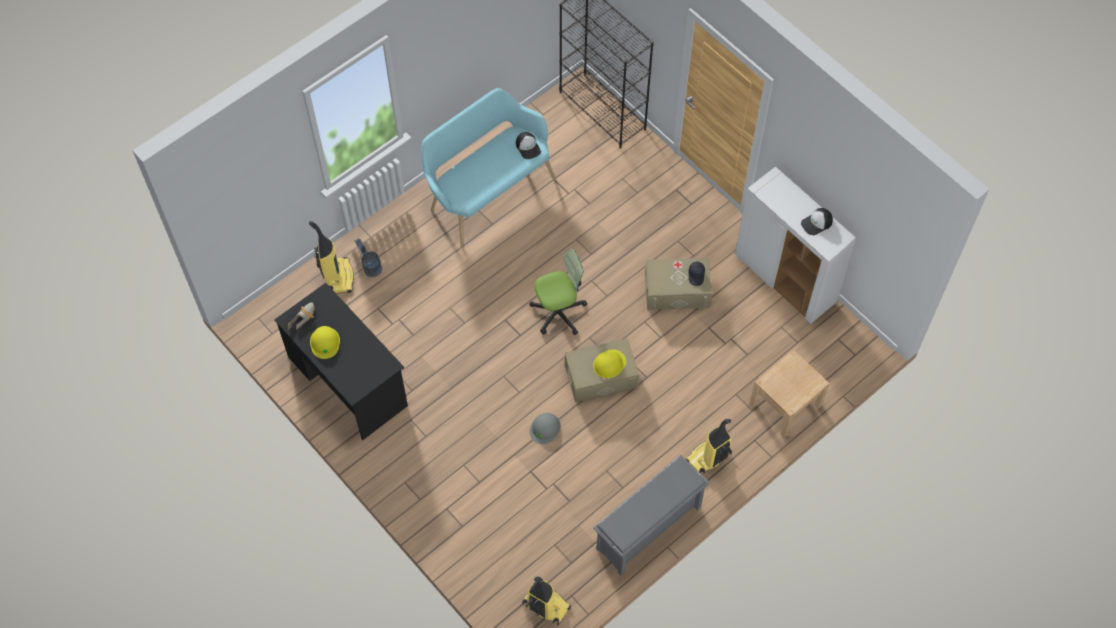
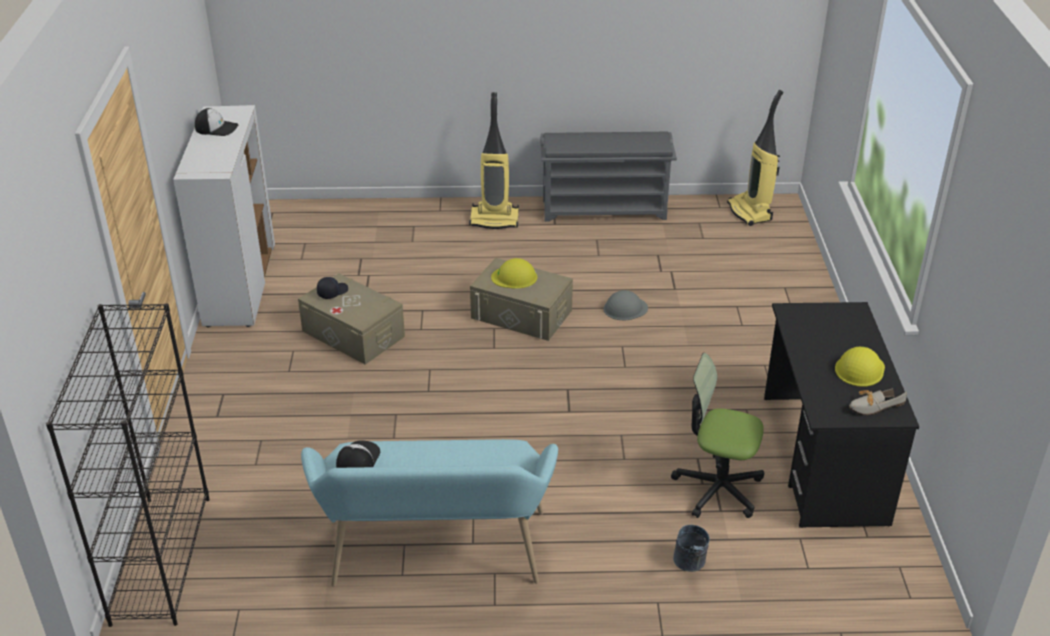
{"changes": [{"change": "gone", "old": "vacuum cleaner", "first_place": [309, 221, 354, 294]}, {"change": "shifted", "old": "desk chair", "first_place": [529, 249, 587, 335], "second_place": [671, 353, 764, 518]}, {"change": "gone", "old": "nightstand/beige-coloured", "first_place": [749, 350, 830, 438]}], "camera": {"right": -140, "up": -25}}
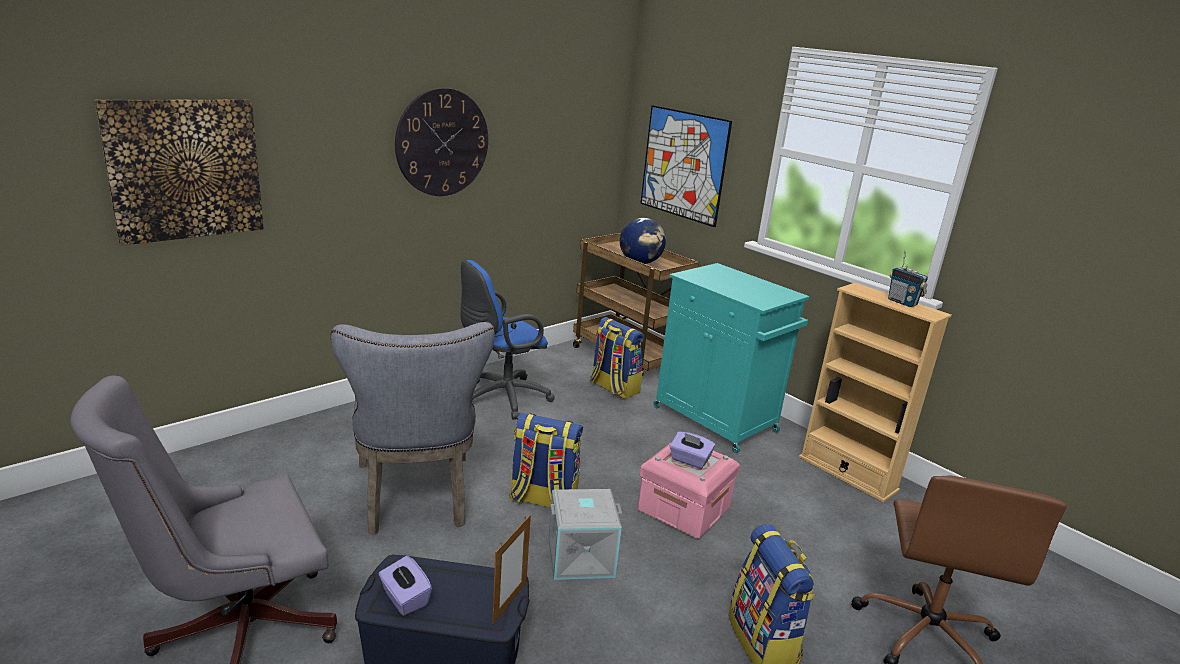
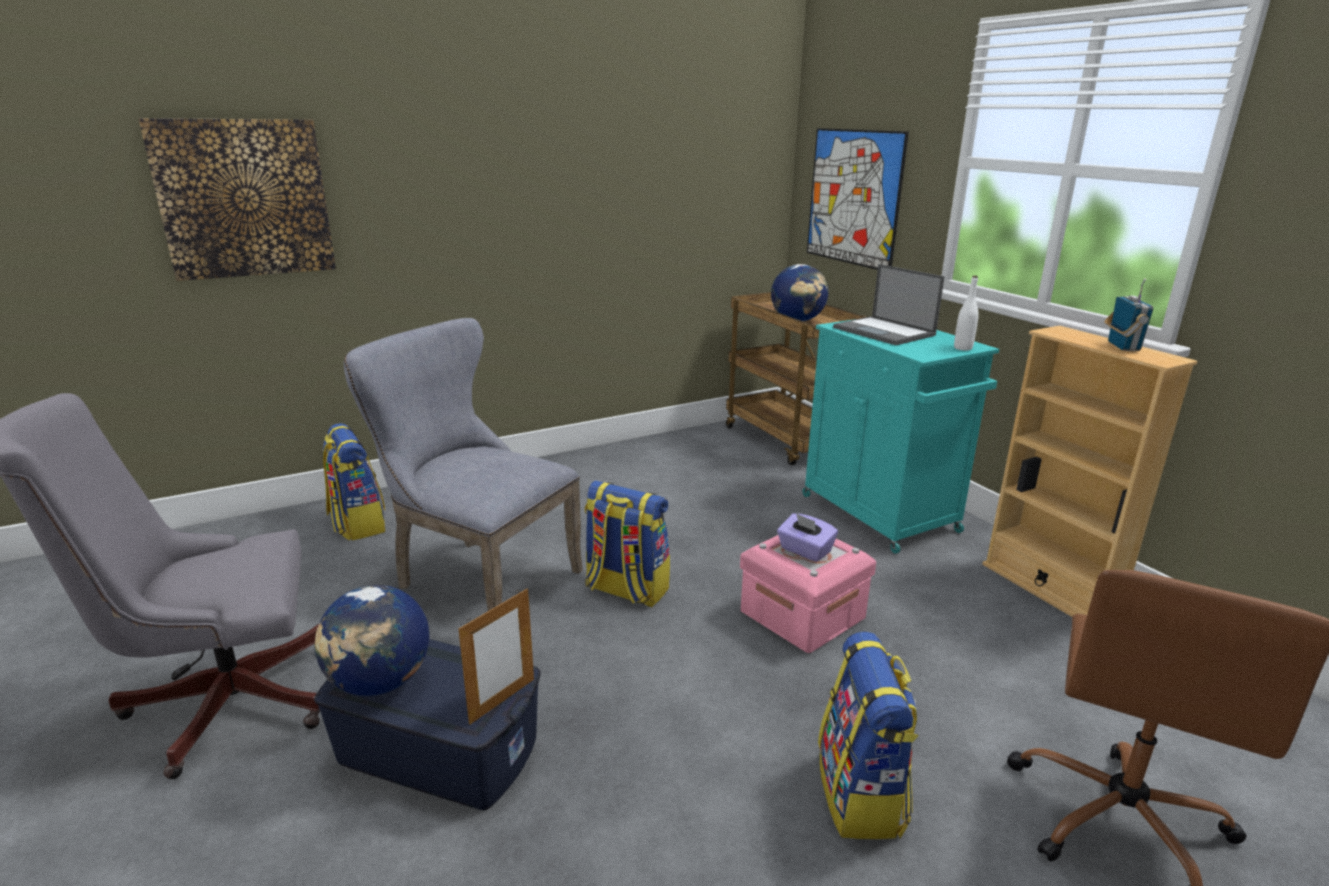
{"changes": [{"change": "gone", "old": "hanging clock", "first_place": [395, 88, 488, 196]}, {"change": "rotated", "old": "radio receiver", "first_place": [888, 251, 928, 307], "second_place": [1104, 278, 1153, 351], "degrees": -150}, {"change": "gone", "old": "desk chair/blue-coloured", "first_place": [460, 260, 555, 420]}, {"change": "shifted", "old": "backpack", "first_place": [590, 317, 644, 399], "second_place": [323, 423, 385, 541]}, {"change": "rotated", "old": "upright chair/gray", "first_place": [331, 322, 495, 535], "second_place": [344, 318, 583, 611], "degrees": 120}, {"change": "gone", "old": "storage box/gray", "first_place": [548, 489, 622, 580]}, {"change": "swapped", "old": "box of tissues/purplish", "new": "world globe", "first_place": [379, 556, 432, 616], "second_place": [315, 585, 429, 696]}, {"change": "new", "new": "portable computer", "second_place": [833, 264, 945, 345]}, {"change": "new", "new": "beverage bottle/whitish", "second_place": [954, 275, 979, 351]}], "camera": {"right": 15, "up": 0}}
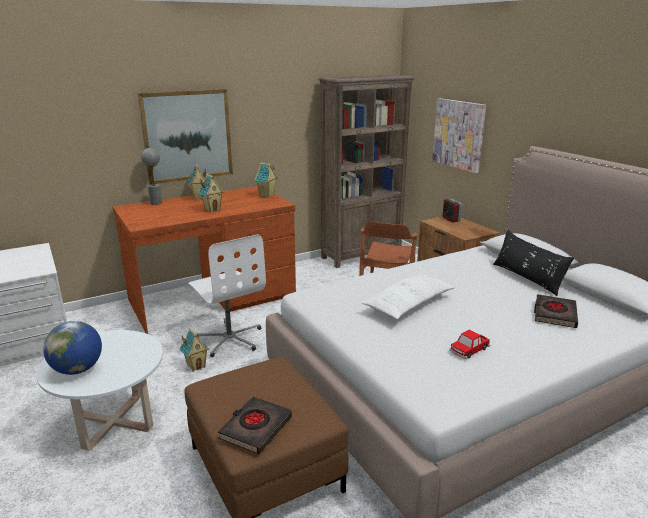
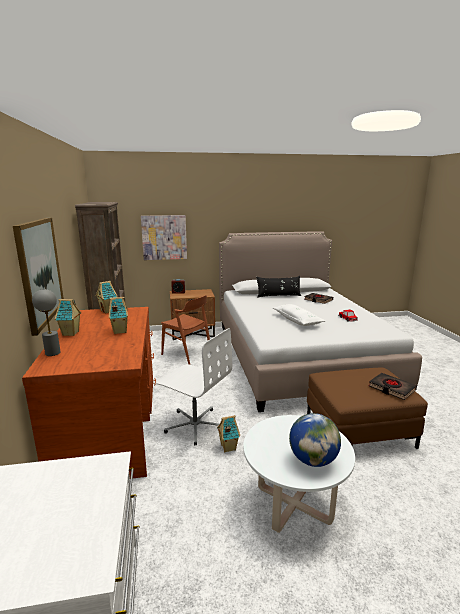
{"changes": [{"change": "rotated", "old": "desk chair/whitish", "first_place": [188, 234, 266, 357], "second_place": [156, 328, 232, 446], "degrees": 45}], "camera": {"right": -70, "up": -5}}
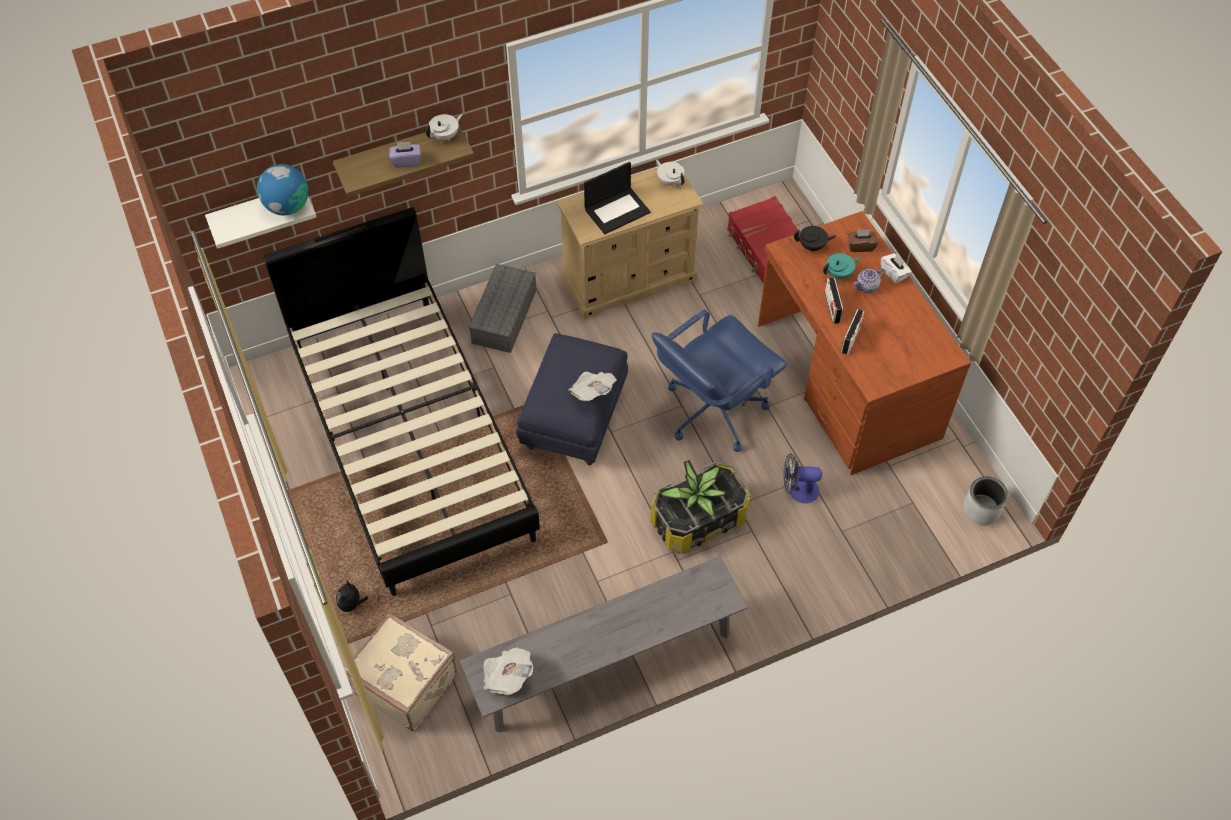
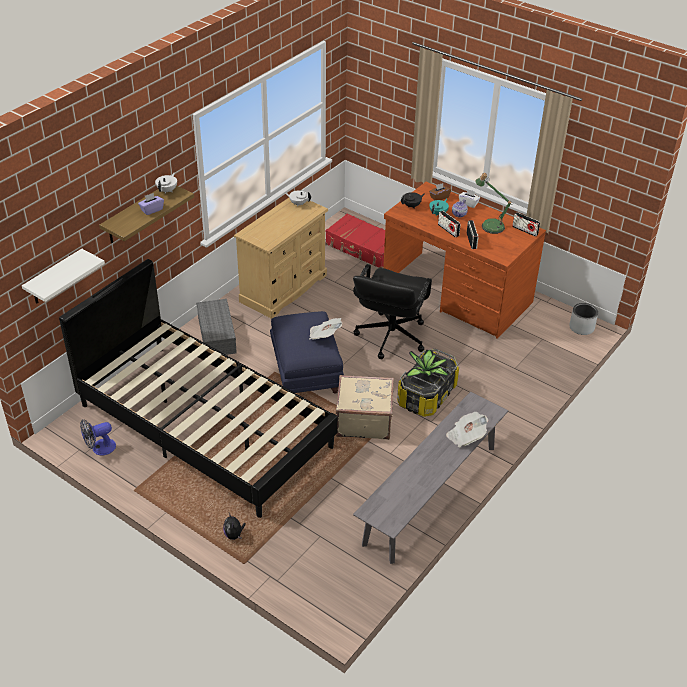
{"changes": [{"change": "gone", "old": "portable computer", "first_place": [584, 162, 651, 234]}, {"change": "gone", "old": "world globe", "first_place": [257, 164, 309, 215]}, {"change": "repainted", "old": "desk chair/blue-coloured", "new": "desk chair/blackish", "first_place": [652, 310, 786, 452], "second_place": [353, 264, 432, 359]}, {"change": "shifted", "old": "electric fan", "first_place": [783, 453, 822, 503], "second_place": [80, 419, 116, 455]}, {"change": "shifted", "old": "travel case/beige-coloured", "first_place": [345, 613, 457, 732], "second_place": [336, 375, 394, 440]}, {"change": "shifted", "old": "newspaper", "first_place": [483, 647, 533, 695], "second_place": [446, 412, 488, 448]}, {"change": "new", "new": "table lamp", "second_place": [475, 173, 511, 234]}, {"change": "new", "new": "radio receiver", "second_place": [512, 212, 540, 237]}], "camera": {"right": -30, "up": -15}}
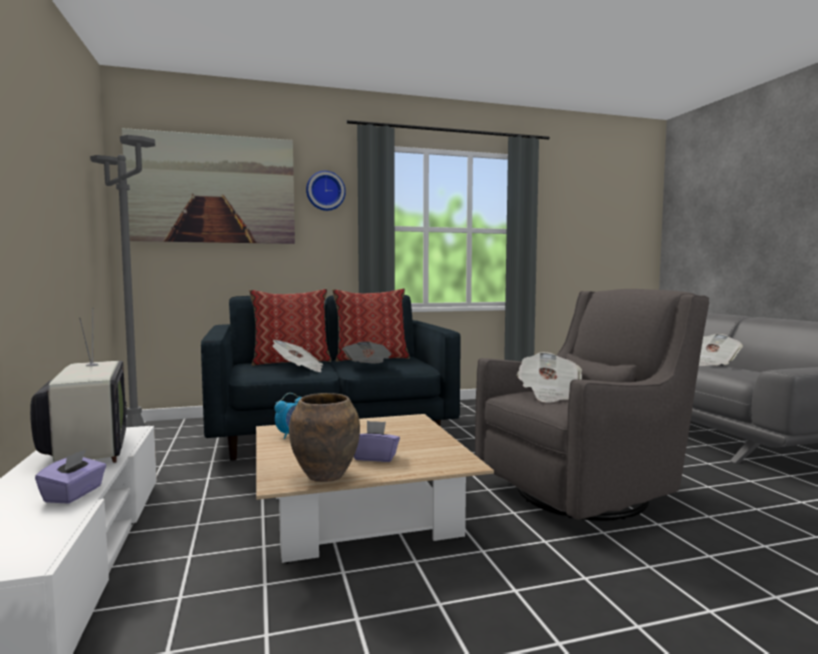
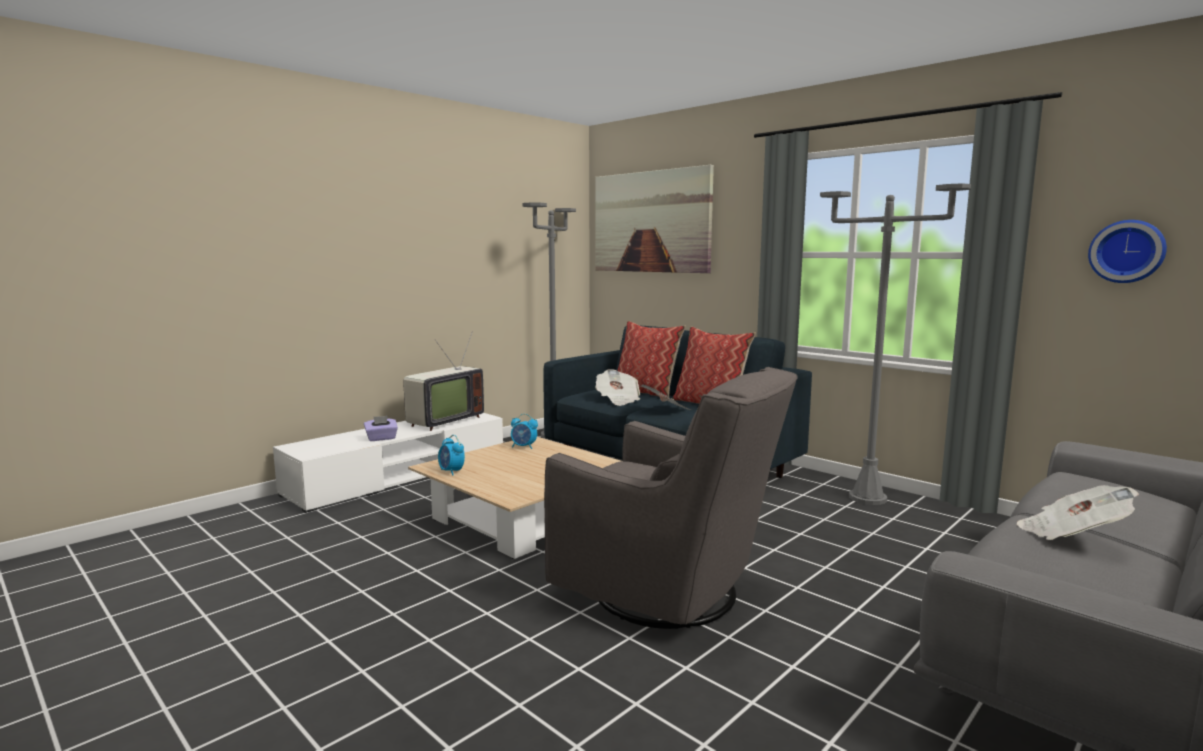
{"changes": [{"change": "shifted", "old": "hanging clock", "first_place": [306, 171, 346, 211], "second_place": [1088, 220, 1167, 283]}, {"change": "gone", "old": "newspaper", "first_place": [517, 352, 582, 403]}, {"change": "swapped", "old": "flower vase/brown", "new": "bedside clock", "first_place": [289, 393, 360, 482], "second_place": [438, 435, 465, 476]}, {"change": "gone", "old": "box of tissues/purplish", "first_place": [354, 421, 400, 462]}, {"change": "new", "new": "standard lamp/gray", "second_place": [820, 183, 971, 505]}], "camera": {"right": 60, "up": 5}}
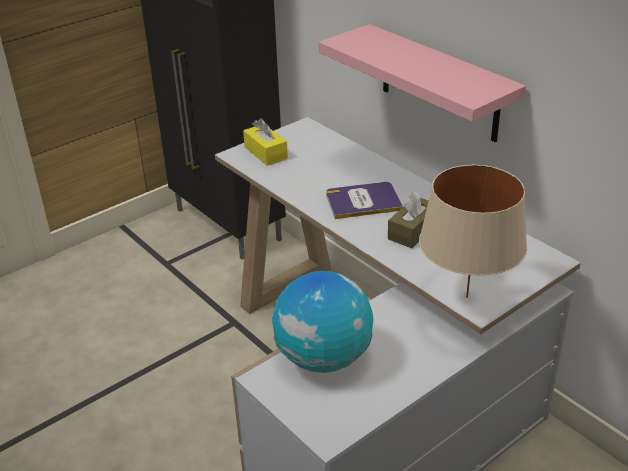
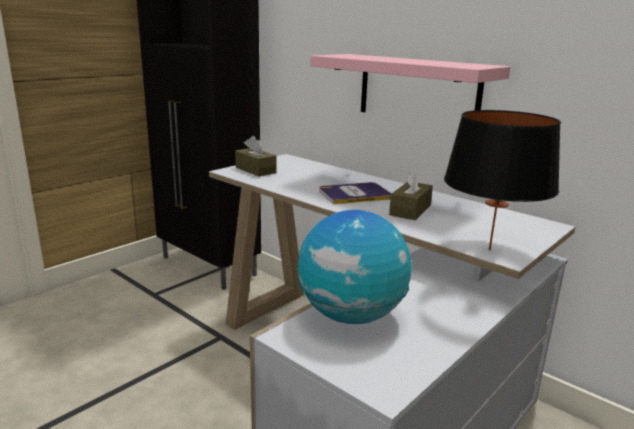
{"changes": [{"change": "repainted", "old": "box of tissues/yellow", "new": "box of tissues/brown", "first_place": [243, 118, 288, 166], "second_place": [235, 136, 277, 176]}, {"change": "repainted", "old": "table lamp/beige-coloured", "new": "table lamp/blackish", "first_place": [419, 165, 527, 298], "second_place": [444, 110, 561, 250]}], "camera": {"right": -10, "up": -15}}
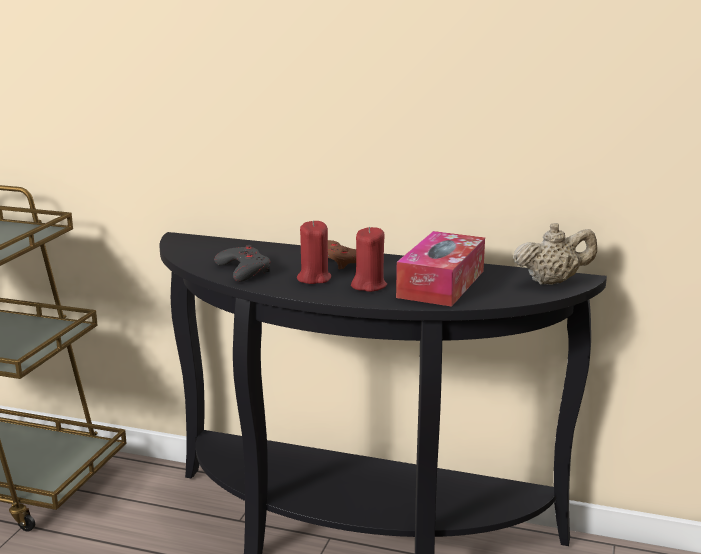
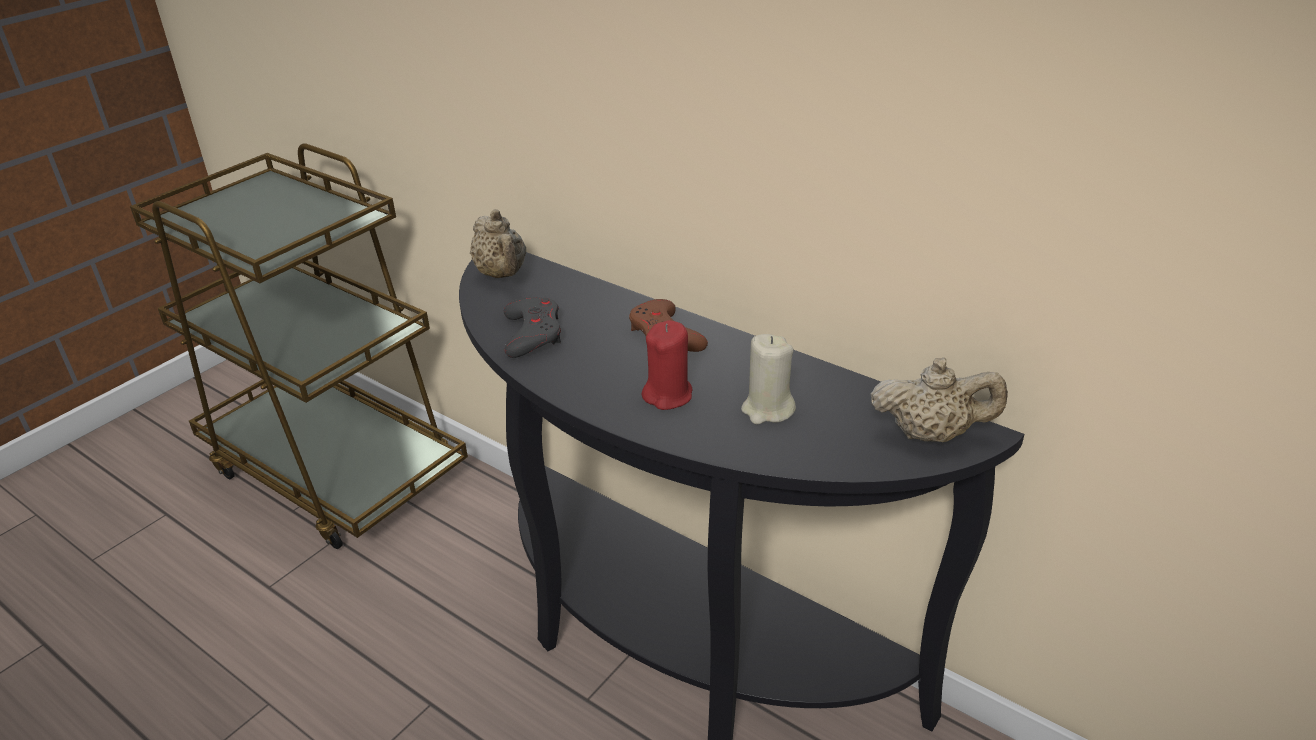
{"changes": [{"change": "gone", "old": "wax candle/red-coloured", "first_place": [297, 220, 331, 284]}, {"change": "swapped", "old": "box of tissues", "new": "wax candle/beige-coloured", "first_place": [396, 231, 485, 307], "second_place": [741, 334, 796, 425]}, {"change": "new", "new": "pot for tea/beige-coloured", "second_place": [470, 209, 526, 278]}], "camera": {"right": 20, "up": 15}}
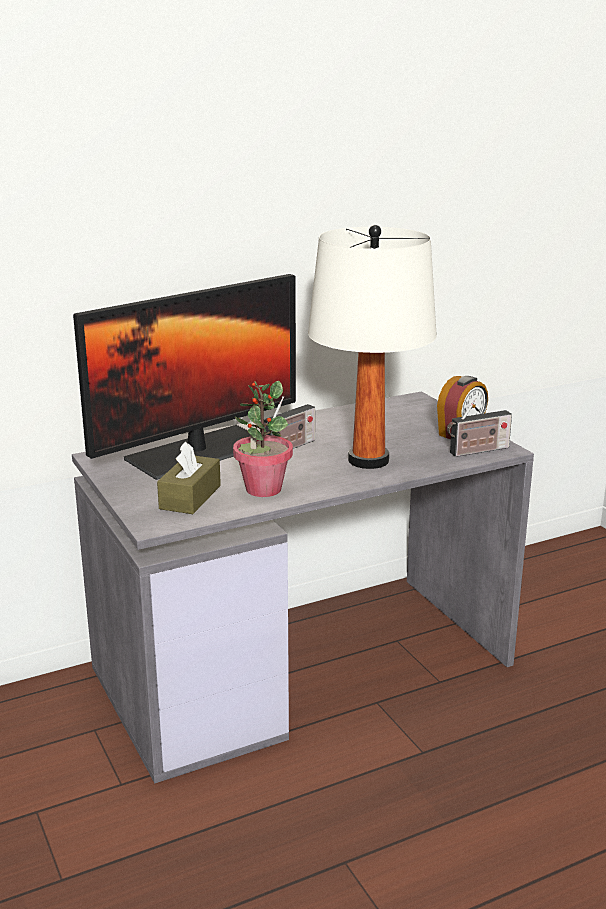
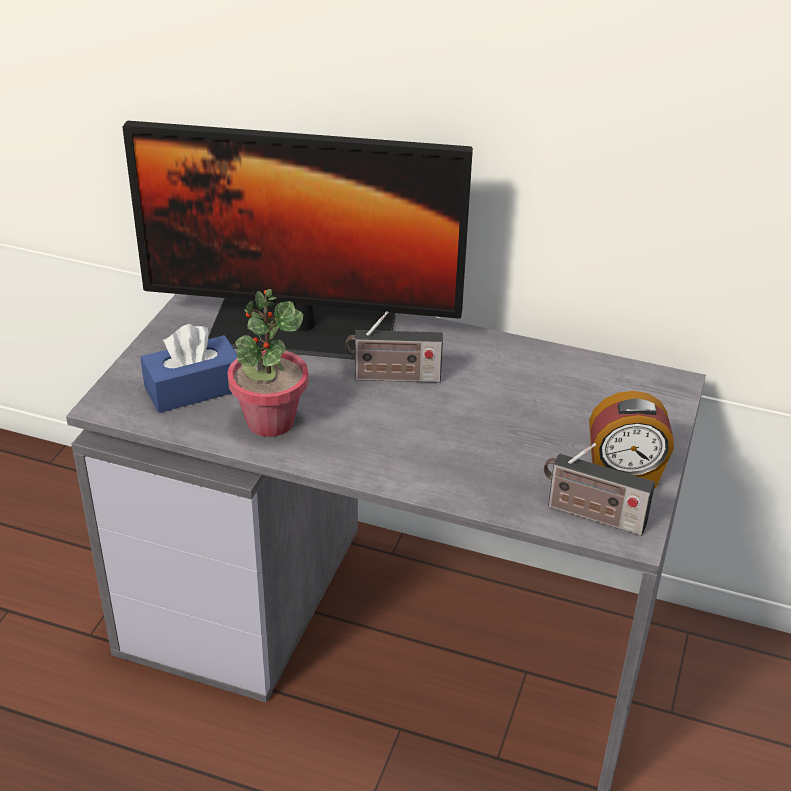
{"changes": [{"change": "gone", "old": "table lamp/whitish", "first_place": [308, 225, 437, 469]}, {"change": "repainted", "old": "box of tissues/brown", "new": "box of tissues/blue-coloured", "first_place": [157, 441, 221, 514], "second_place": [140, 324, 237, 413]}], "camera": {"right": 45, "up": 15}}
